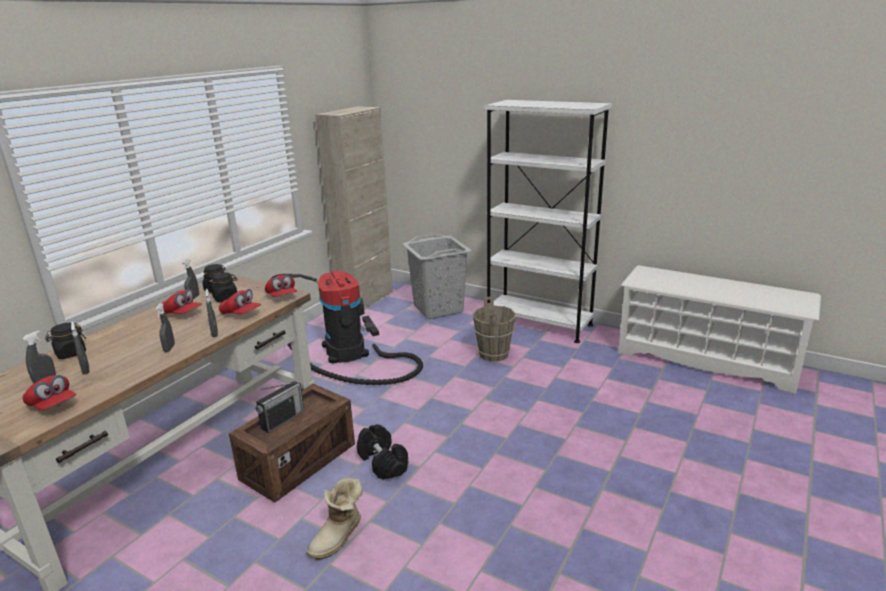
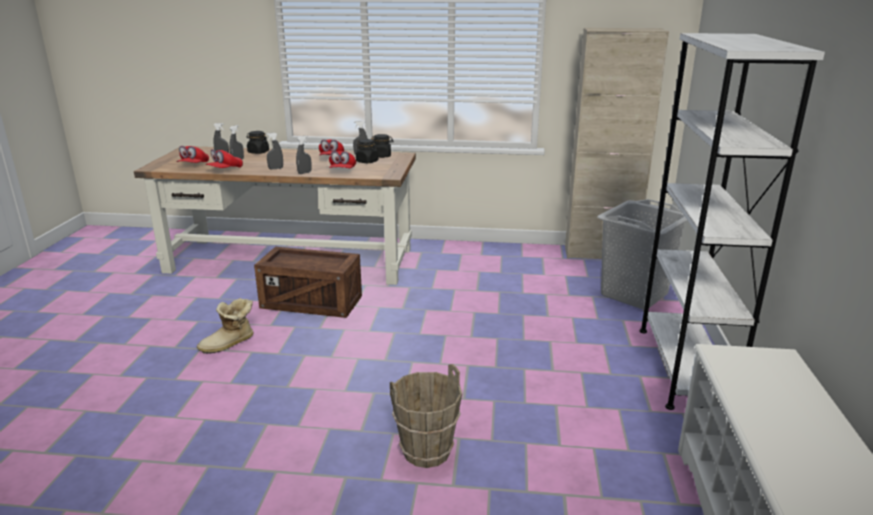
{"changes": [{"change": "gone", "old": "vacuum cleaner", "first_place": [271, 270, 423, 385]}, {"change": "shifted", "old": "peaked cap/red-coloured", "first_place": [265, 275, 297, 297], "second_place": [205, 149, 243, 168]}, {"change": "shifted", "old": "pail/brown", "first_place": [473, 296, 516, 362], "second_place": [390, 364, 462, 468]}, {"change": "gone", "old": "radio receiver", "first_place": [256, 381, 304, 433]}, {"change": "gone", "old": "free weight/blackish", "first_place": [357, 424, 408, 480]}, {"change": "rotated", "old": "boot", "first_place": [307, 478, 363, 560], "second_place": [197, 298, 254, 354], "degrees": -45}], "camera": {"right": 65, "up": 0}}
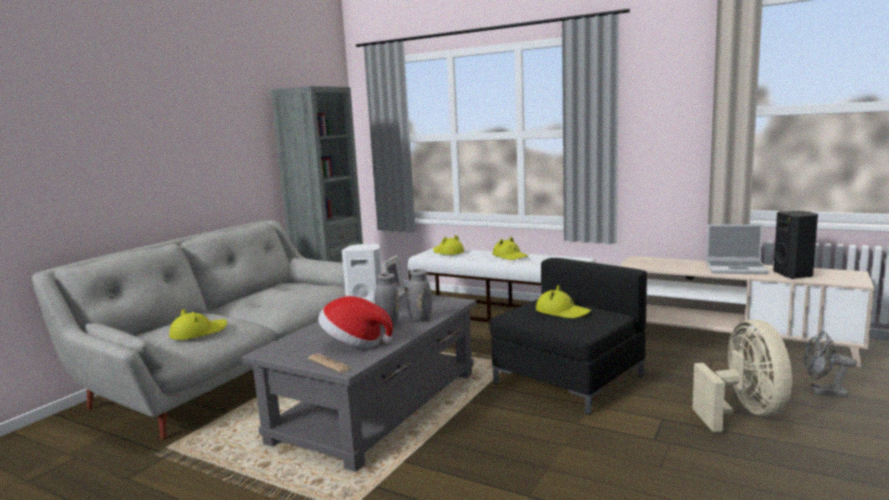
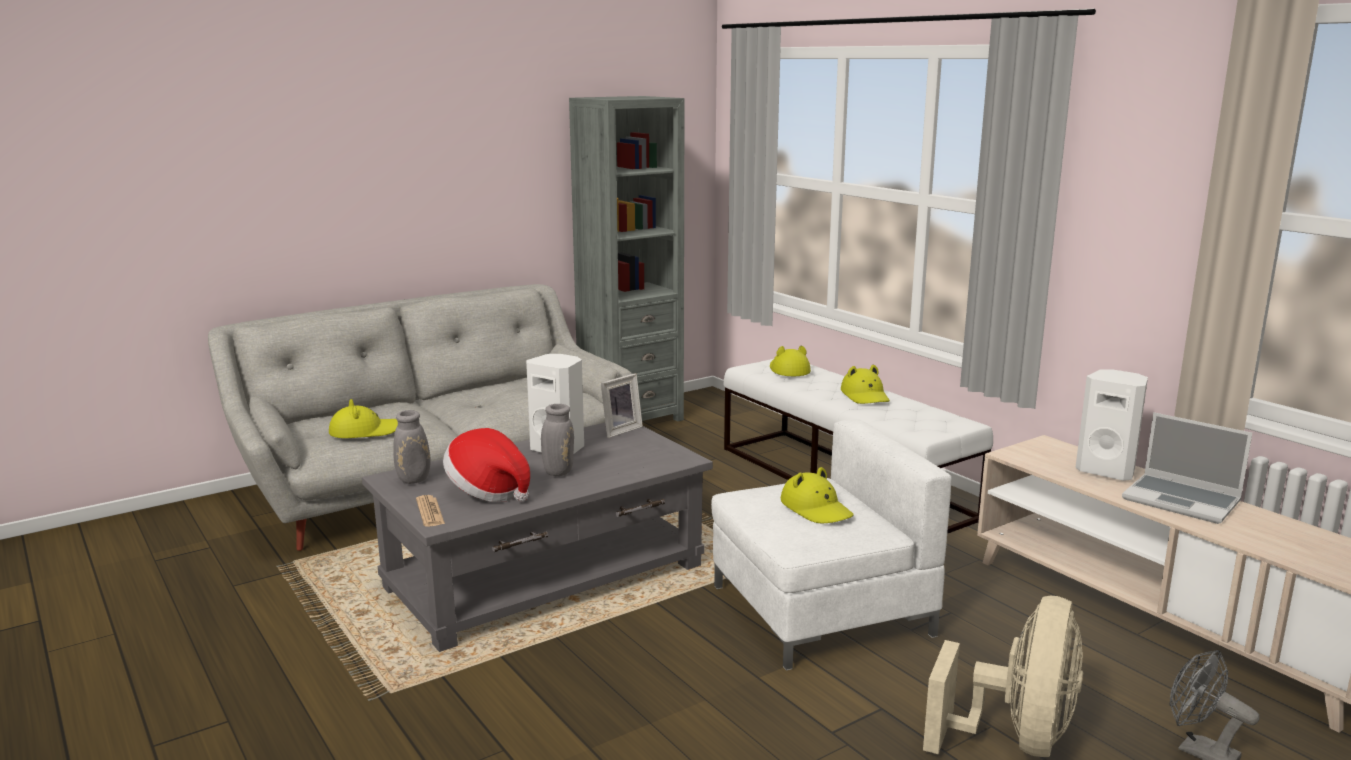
{"changes": [{"change": "gone", "old": "loudspeaker/blackish", "first_place": [773, 211, 818, 279]}, {"change": "repainted", "old": "armchair/blackish", "new": "armchair/whitish", "first_place": [489, 258, 647, 415], "second_place": [711, 419, 952, 670]}, {"change": "shifted", "old": "flower vase/gray", "first_place": [407, 269, 432, 321], "second_place": [393, 410, 431, 484]}, {"change": "new", "new": "loudspeaker/whitish", "second_place": [1076, 369, 1148, 481]}], "camera": {"right": 25, "up": 5}}
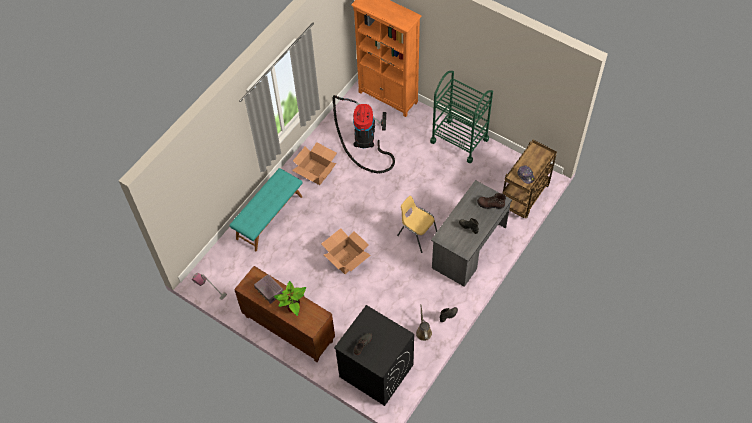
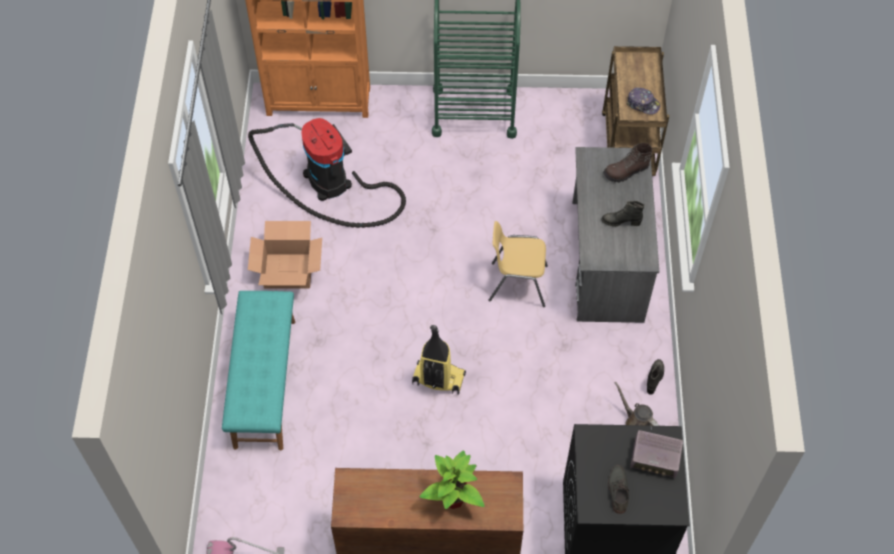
{"changes": [{"change": "swapped", "old": "cardboard box", "new": "vacuum cleaner", "first_place": [321, 228, 371, 274], "second_place": [412, 325, 466, 395]}, {"change": "shifted", "old": "radio receiver", "first_place": [254, 274, 283, 304], "second_place": [630, 430, 683, 479]}], "camera": {"right": -35, "up": 0}}
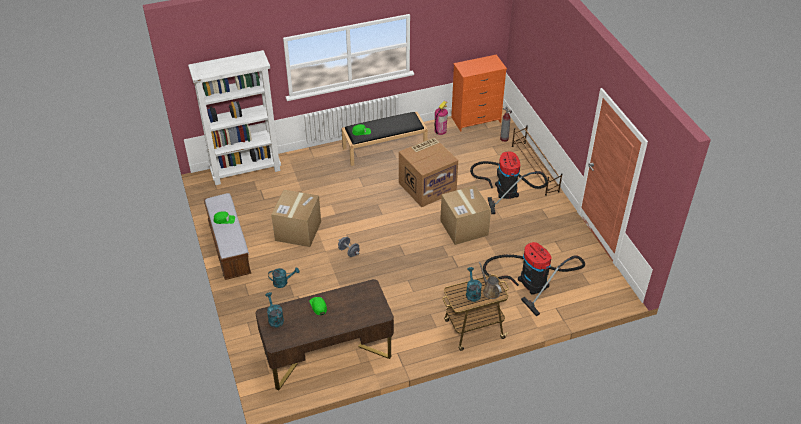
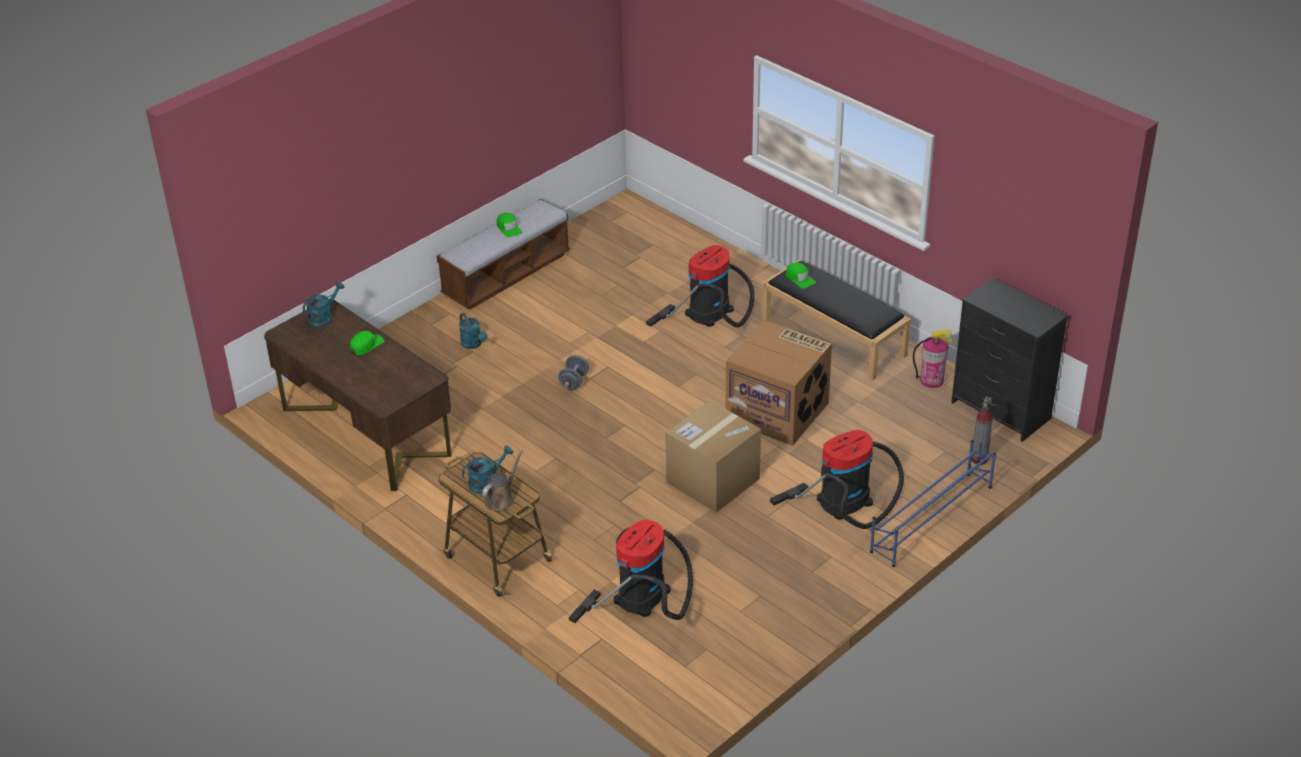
{"changes": [{"change": "gone", "old": "bookshelf/whitish", "first_place": [188, 50, 281, 185]}, {"change": "repainted", "old": "drawer chest/orange", "new": "drawer chest/blackish", "first_place": [451, 55, 507, 132], "second_place": [951, 278, 1068, 442]}, {"change": "repainted", "old": "shoe rack/brown", "new": "shoe rack/blue-coloured", "first_place": [512, 125, 562, 196], "second_place": [870, 439, 996, 567]}, {"change": "gone", "old": "cardboard box", "first_place": [271, 190, 321, 247]}, {"change": "new", "new": "vacuum cleaner", "second_place": [646, 245, 754, 328]}], "camera": {"right": 65, "up": -5}}
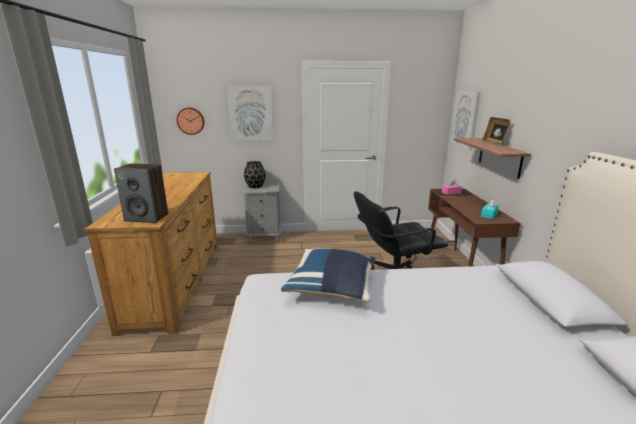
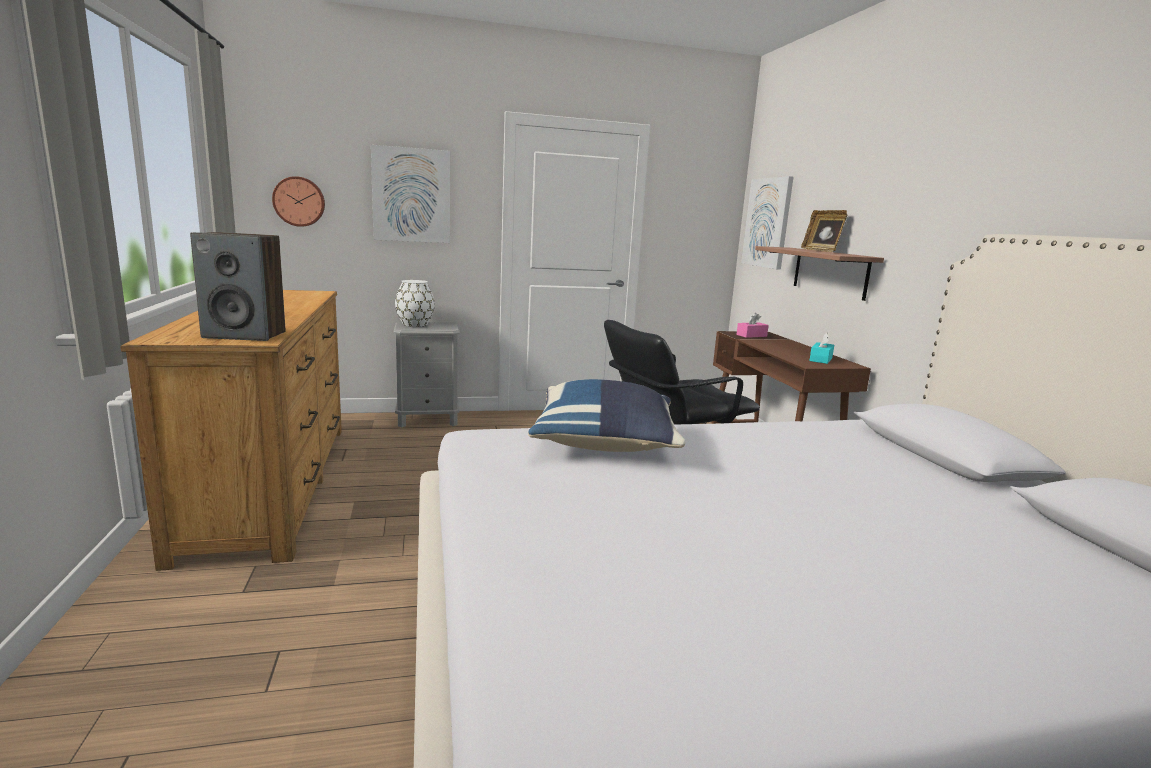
{"changes": [{"change": "repainted", "old": "flower vase/blackish", "new": "flower vase/whitish", "first_place": [244, 161, 266, 188], "second_place": [395, 280, 435, 327]}], "camera": {"right": -10, "up": -5}}
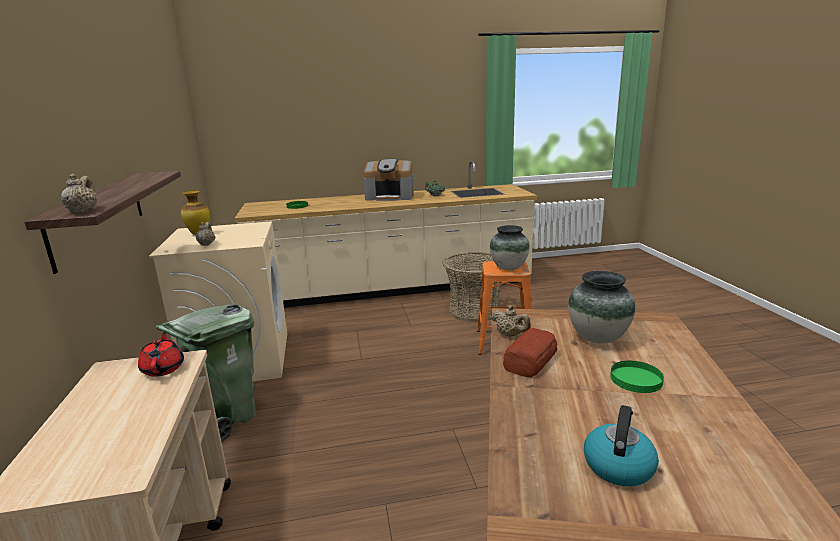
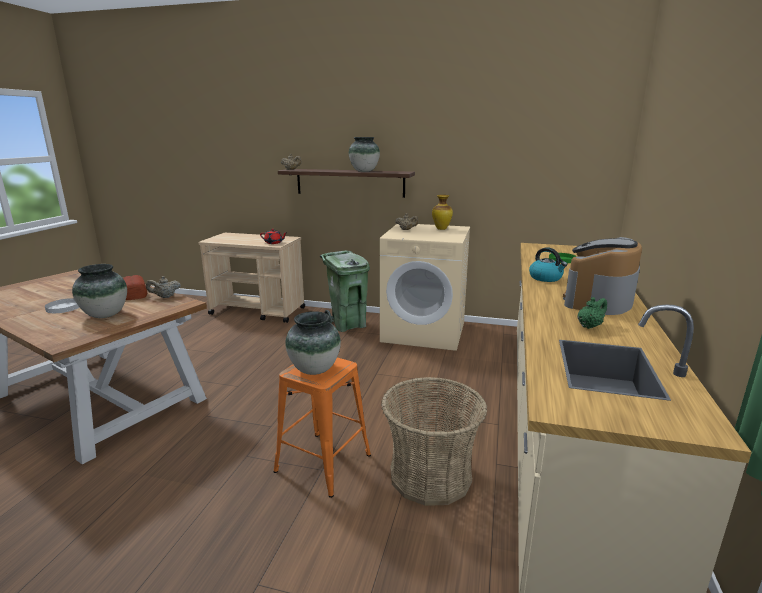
{"changes": [{"change": "repainted", "old": "plate/greenish", "new": "plate/whitish", "first_place": [610, 361, 664, 393], "second_place": [45, 298, 80, 313]}, {"change": "shifted", "old": "kettle", "first_place": [584, 405, 659, 486], "second_place": [529, 247, 567, 282]}, {"change": "new", "new": "flower vase", "second_place": [349, 137, 380, 172]}], "camera": {"right": 115, "up": 0}}
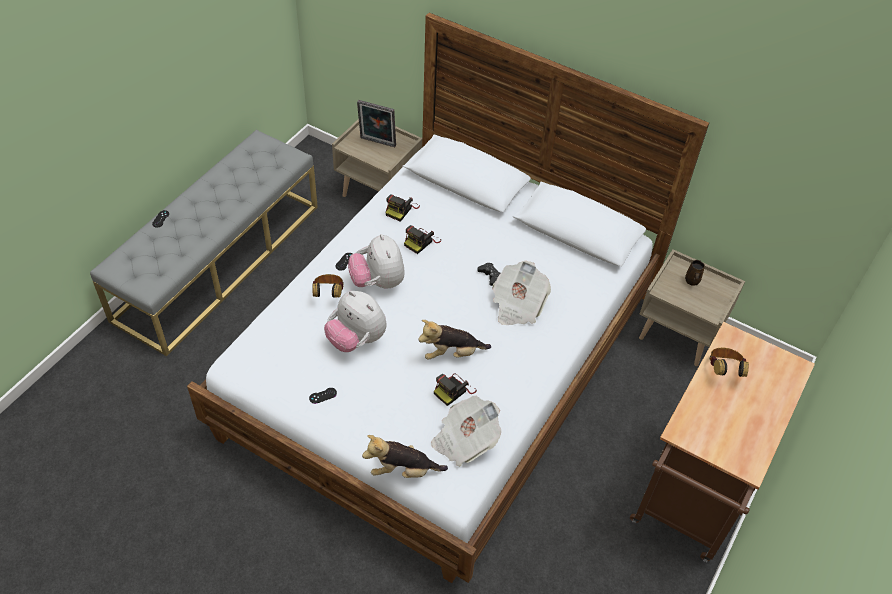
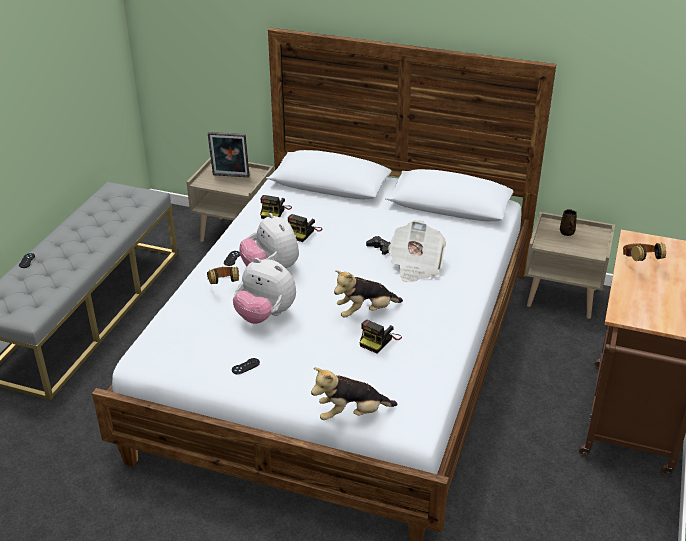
{"changes": [{"change": "gone", "old": "newspaper", "first_place": [431, 396, 501, 467]}], "camera": {"right": -10, "up": -15}}
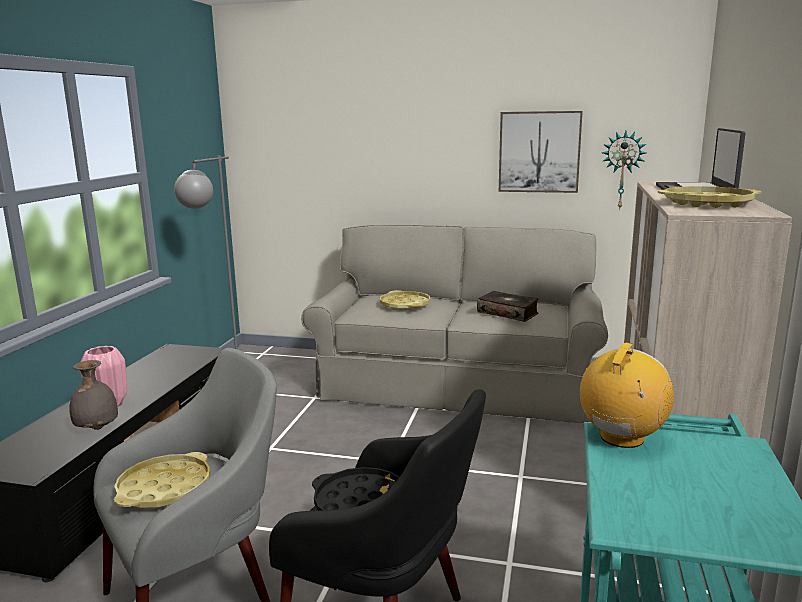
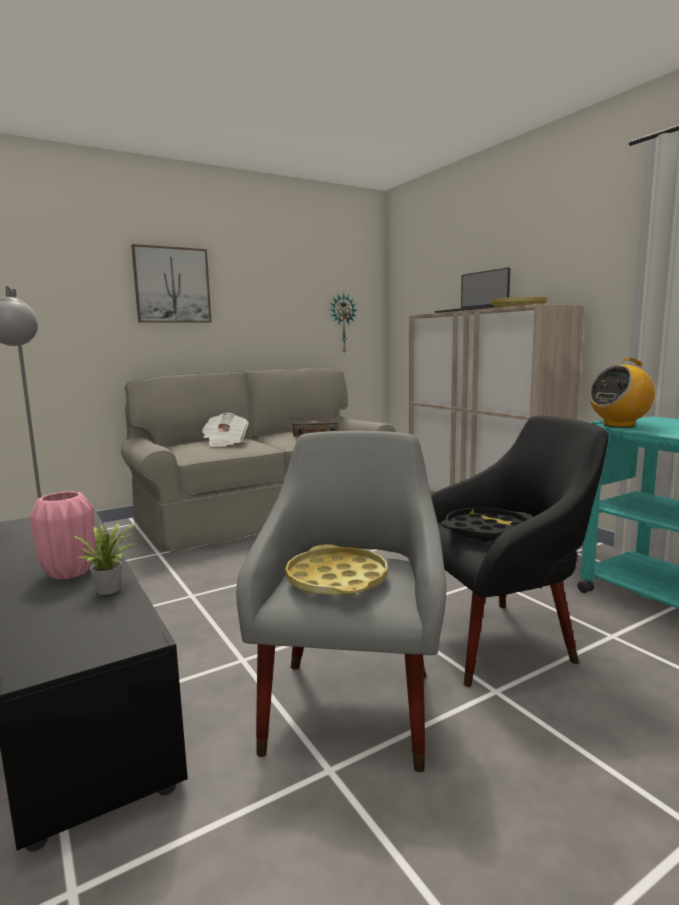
{"changes": [{"change": "shifted", "old": "wall art", "first_place": [499, 111, 583, 193], "second_place": [131, 244, 212, 323]}, {"change": "swapped", "old": "carrying tray/yellow", "new": "newspaper", "first_place": [380, 290, 430, 310], "second_place": [202, 413, 249, 447]}, {"change": "rotated", "old": "radio receiver", "first_place": [580, 343, 674, 448], "second_place": [589, 358, 655, 428], "degrees": -105}, {"change": "swapped", "old": "flower vase/gray", "new": "houseplant", "first_place": [70, 360, 118, 430], "second_place": [73, 522, 137, 595]}], "camera": {"right": -45, "up": -5}}
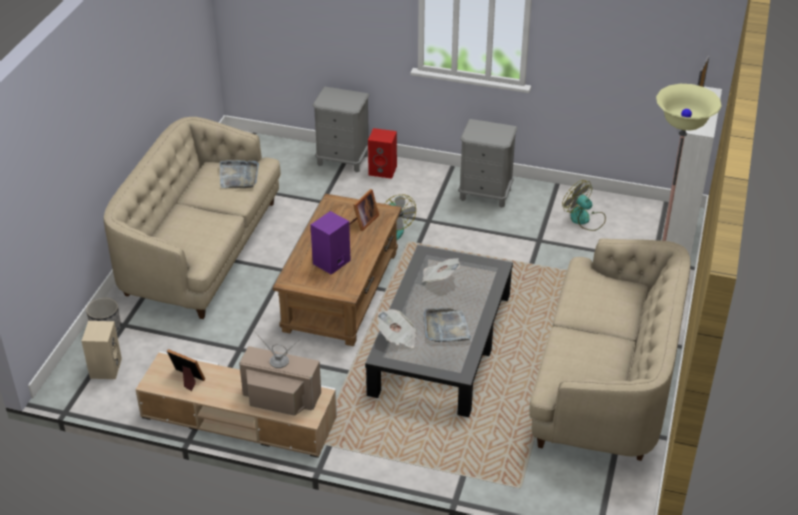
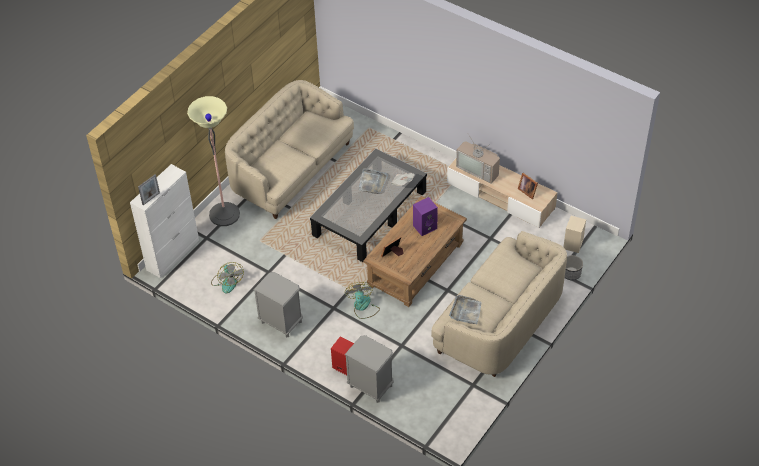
{"changes": [{"change": "gone", "old": "newspaper", "first_place": [422, 258, 460, 282]}], "camera": {"right": -160, "up": 10}}
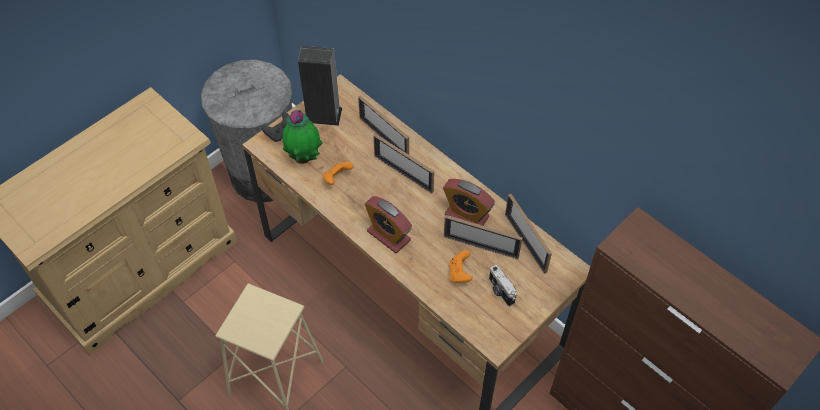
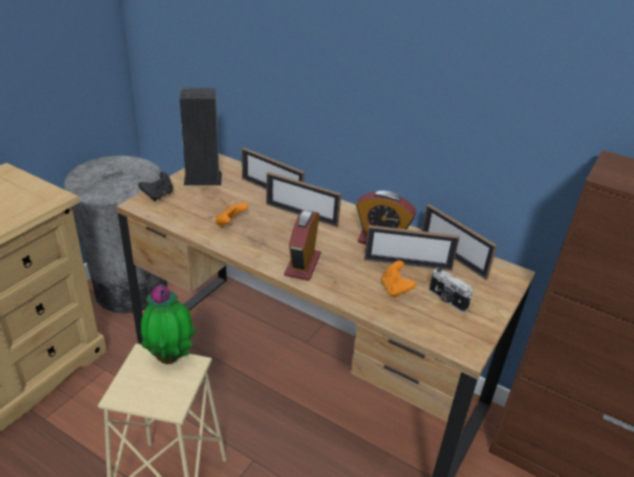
{"changes": [{"change": "shifted", "old": "houseplant", "first_place": [283, 110, 323, 164], "second_place": [141, 284, 196, 364]}, {"change": "rotated", "old": "bedside clock", "first_place": [364, 196, 412, 253], "second_place": [284, 210, 321, 281], "degrees": 75}], "camera": {"right": -15, "up": -20}}
